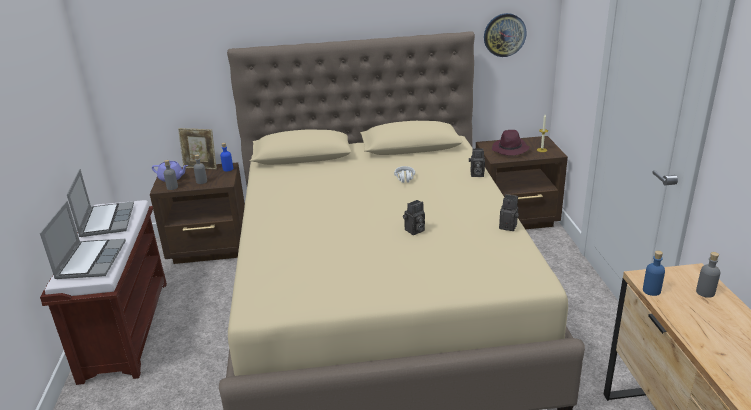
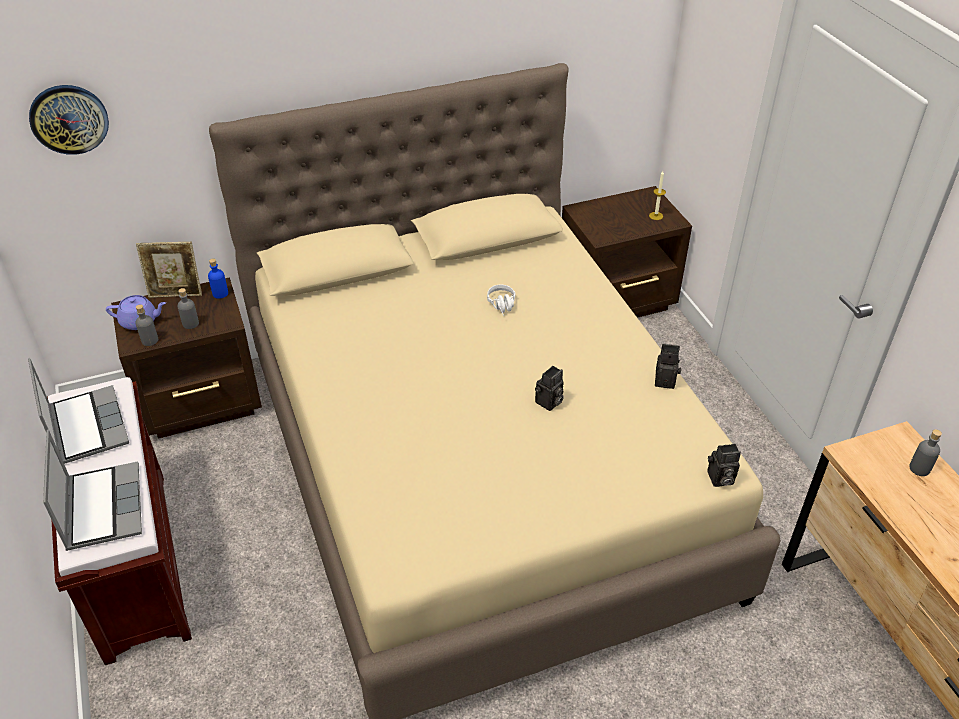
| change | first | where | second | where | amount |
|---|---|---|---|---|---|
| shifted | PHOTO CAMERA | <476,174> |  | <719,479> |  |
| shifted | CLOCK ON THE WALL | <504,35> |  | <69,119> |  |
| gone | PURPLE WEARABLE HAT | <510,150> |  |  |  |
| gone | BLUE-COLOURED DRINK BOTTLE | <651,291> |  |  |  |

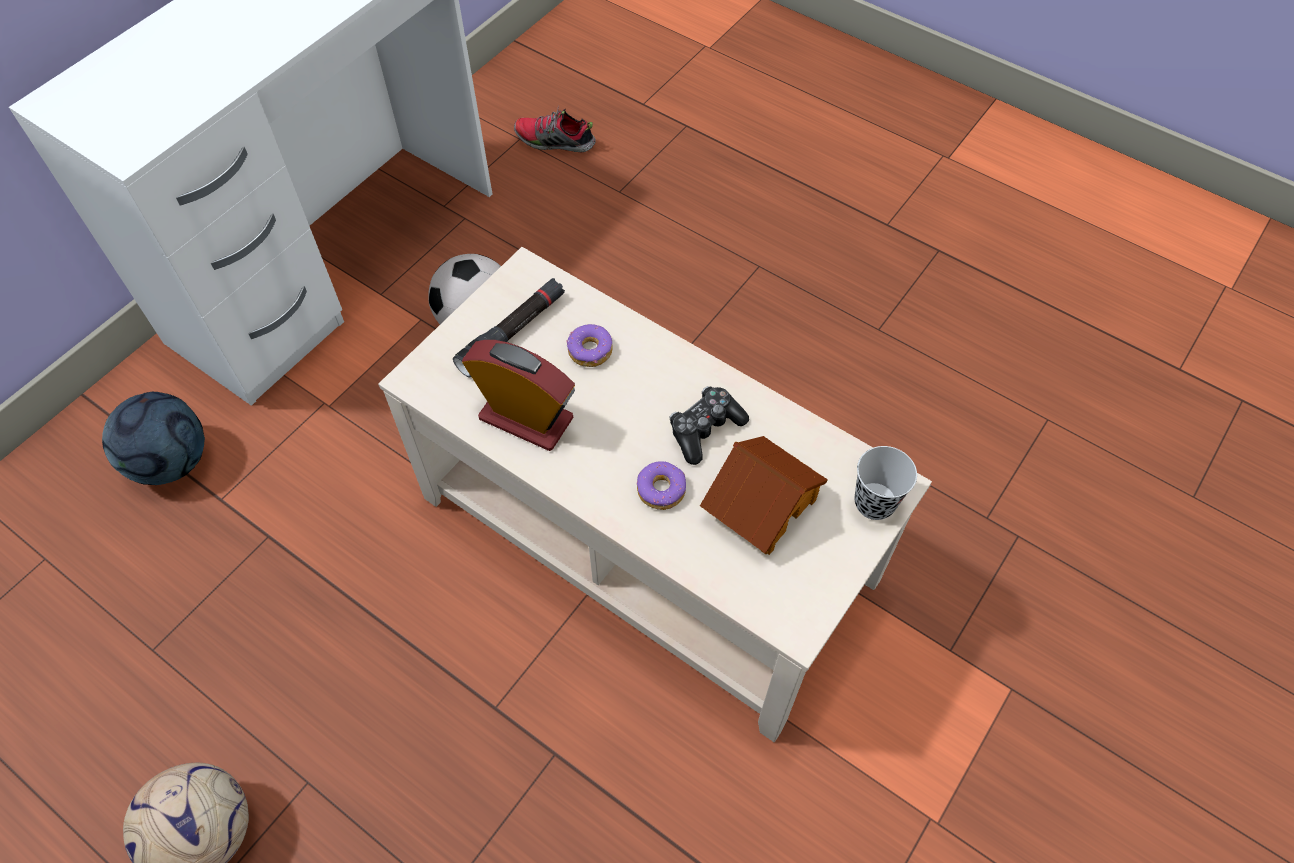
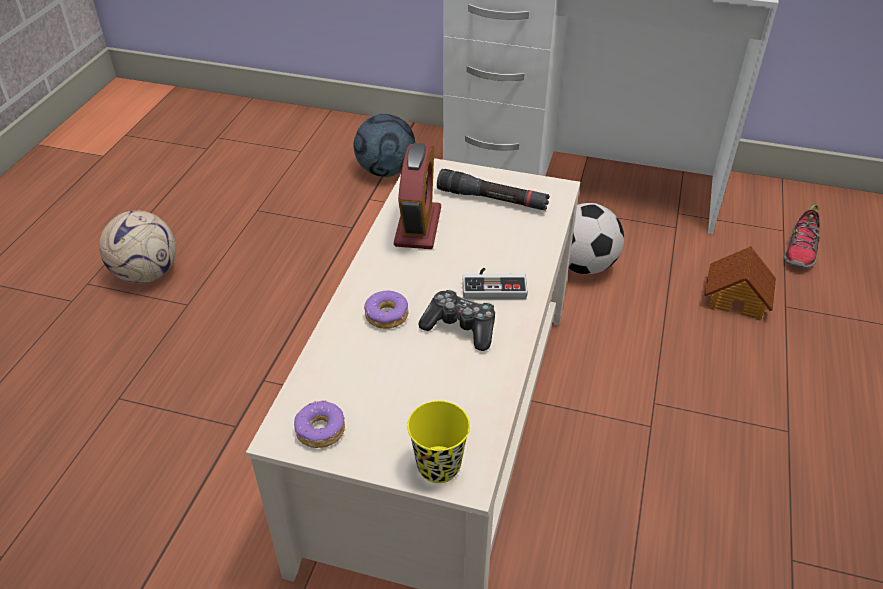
| change | first | where | second | where | amount |
|---|---|---|---|---|---|
| rotated | SHOE | <554,141> |  | <800,250> | 150 degrees counterclockwise |
| shifted | RING DOUGHNUT | <590,351> |  | <320,430> |  |
| shifted | MODEL HOUSE | <760,504> |  | <737,298> |  |
| repainted | BLACK-COLOURED DRINKING CUP | <874,502> | YELLOW DRINKING CUP | <438,466> |  |
| new |  |  | JOYPAD | <494,285> |  |

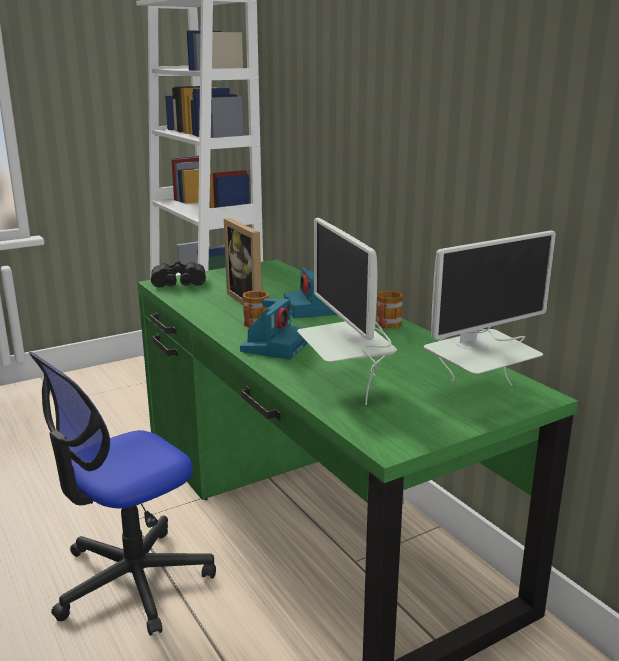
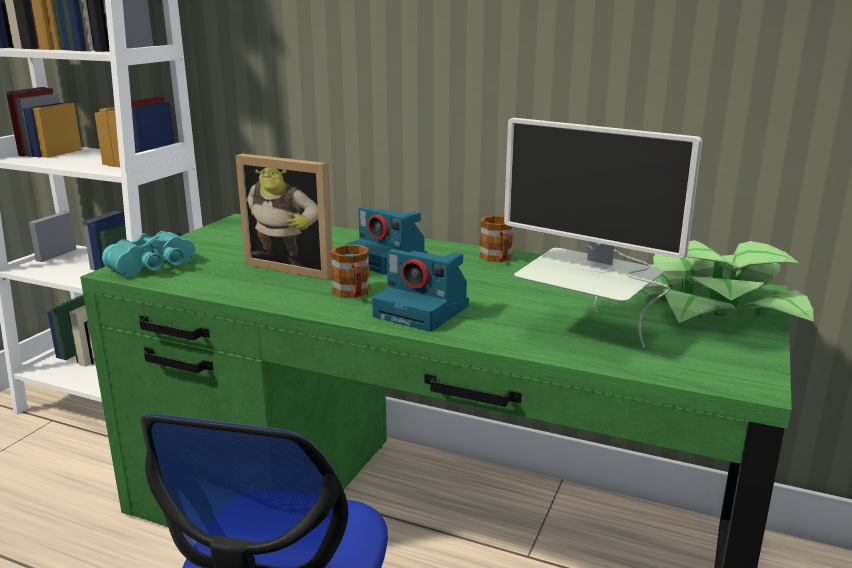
| change | first | where | second | where | amount |
|---|---|---|---|---|---|
| repainted | BLACK-COLOURED FIELD GLASSES | <178,284> | TURQUOISE-COLOURED FIELD GLASSES | <155,267> |  |
| rotated | PHOTO CAMERA | <275,346> |  | <424,311> | 135 degrees clockwise |
| swapped | COMPUTER DISPLAY | <477,396> | HOUSEPLANT | <713,306> |  |

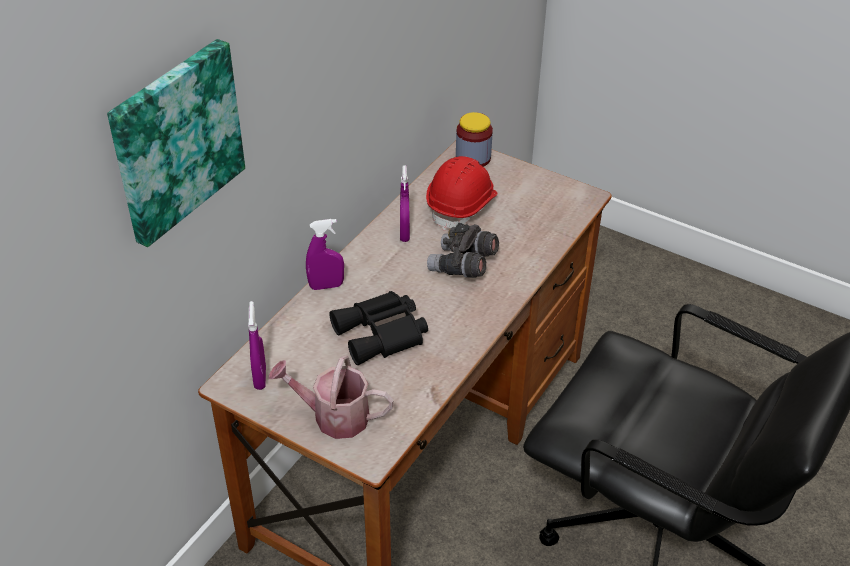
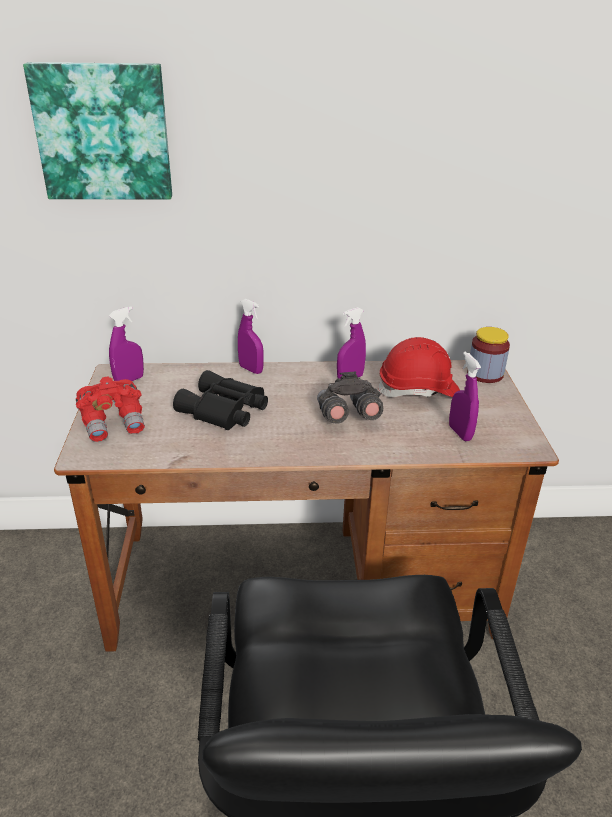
| change | first | where | second | where | amount |
|---|---|---|---|---|---|
| swapped | WATERING CAN | <333,416> | RED-COLOURED FIELD GLASSES | <114,423> |  |
| new |  |  | PURPLE HAND SPRAYER | <460,433> |  |

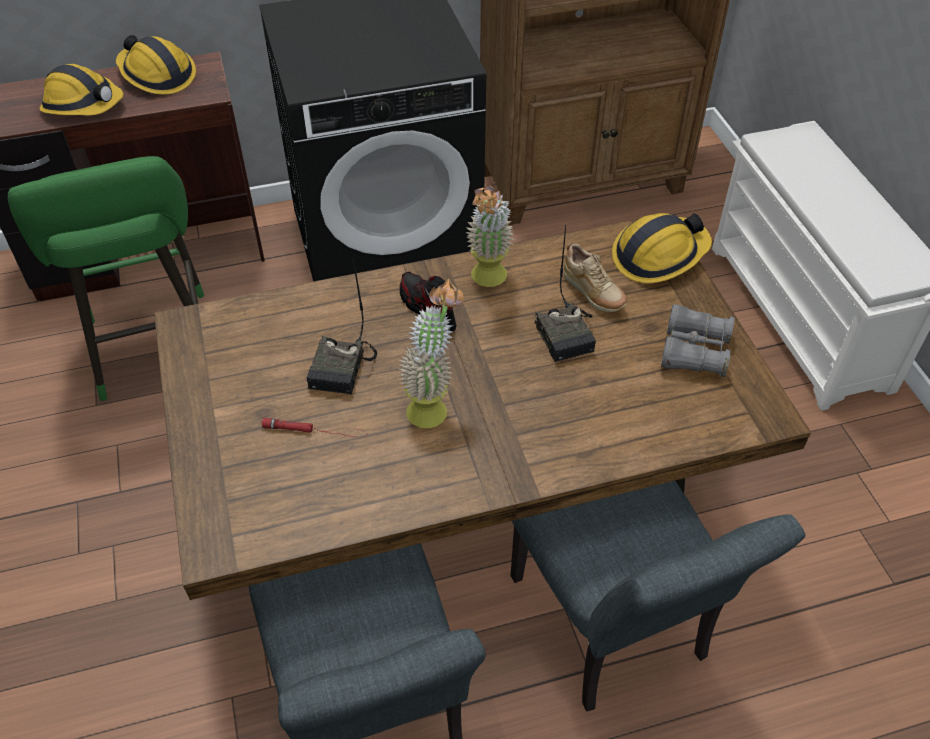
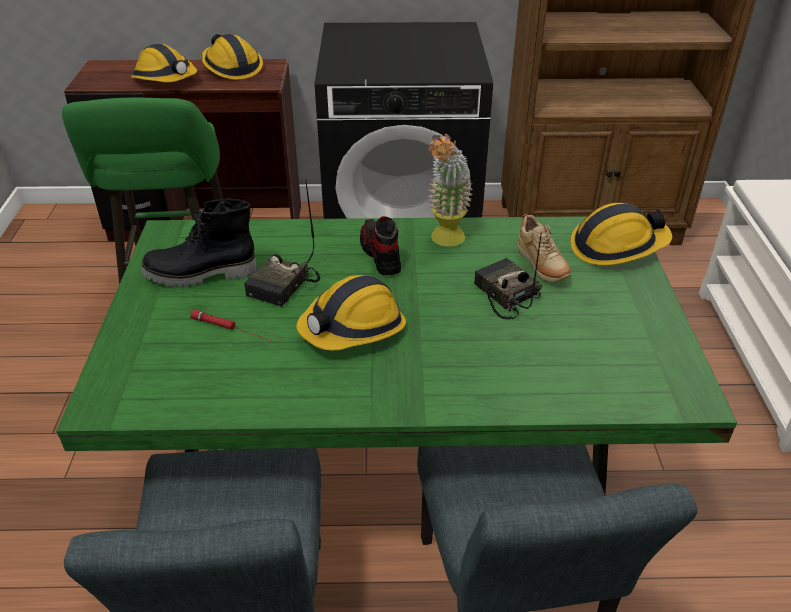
| change | first | where | second | where | amount |
|---|---|---|---|---|---|
| repainted | BROWN-COLOURED KITCHEN TABLE | <462,517> | GREEN KITCHEN TABLE | <392,475> |  |
| swapped | HOUSEPLANT | <433,405> | SAFETY HELMET | <353,328> |  |
| rotated | RADIO SET | <567,335> |  | <504,295> | 150 degrees clockwise |
| gone | GREYISH FIELD GLASSES | <694,351> |  |  |  |
| new |  |  | BLACK-COLOURED TALL BOOT | <200,275> |  |

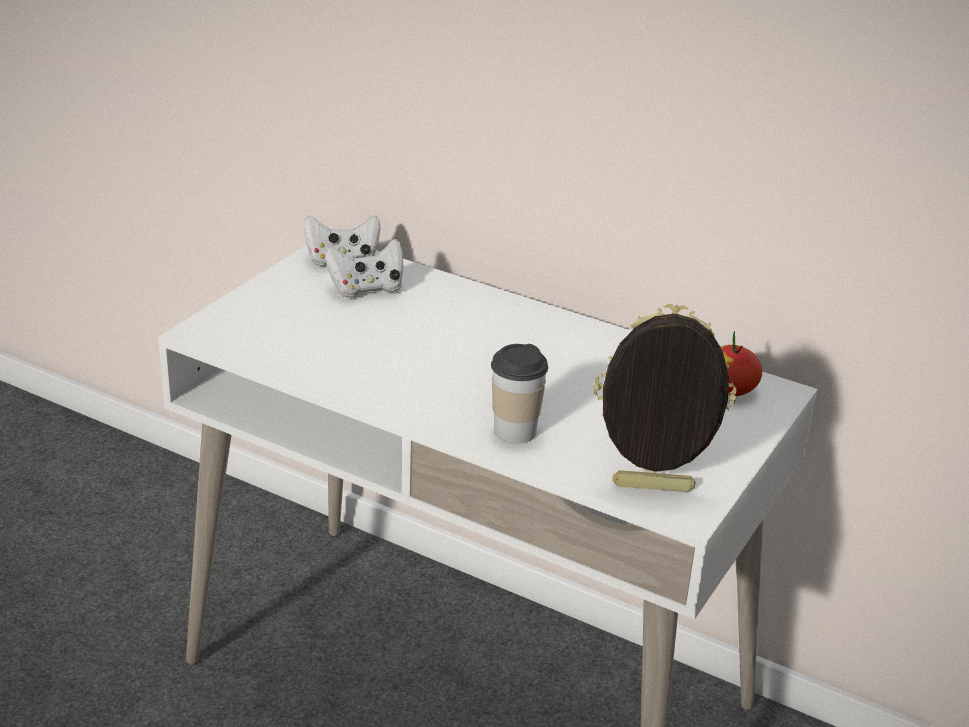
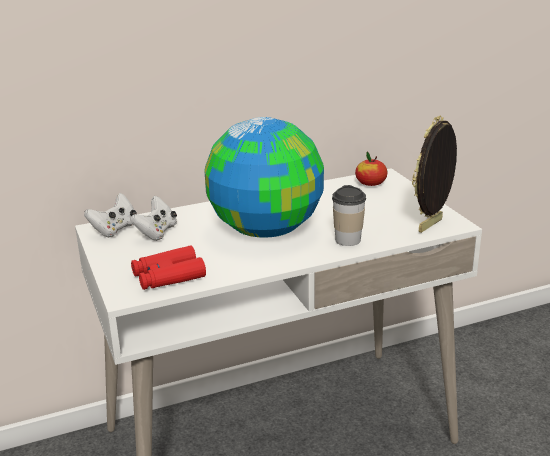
| change | first | where | second | where | amount |
|---|---|---|---|---|---|
| new |  |  | RED-COLOURED FIELD GLASSES | <168,276> |  |
| new |  |  | GLOBE | <266,229> |  |

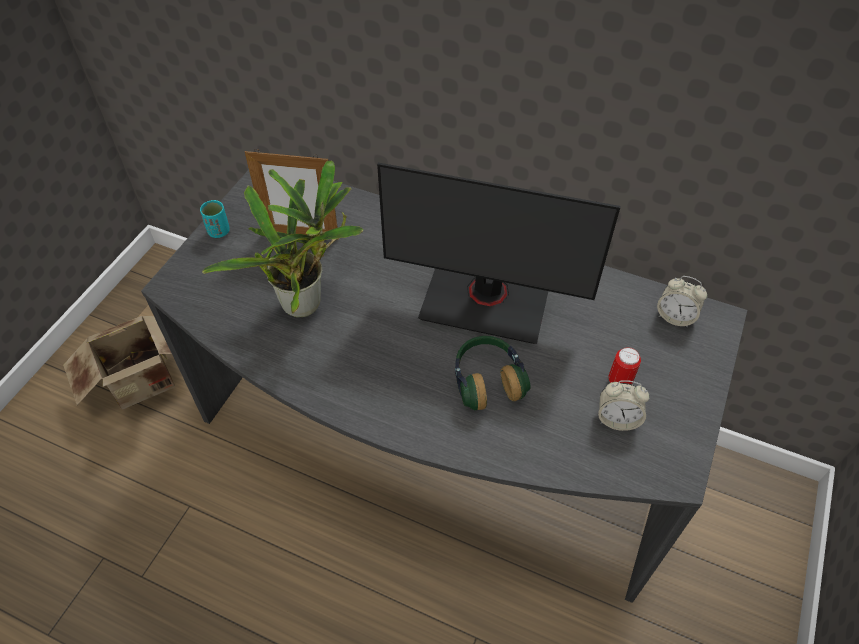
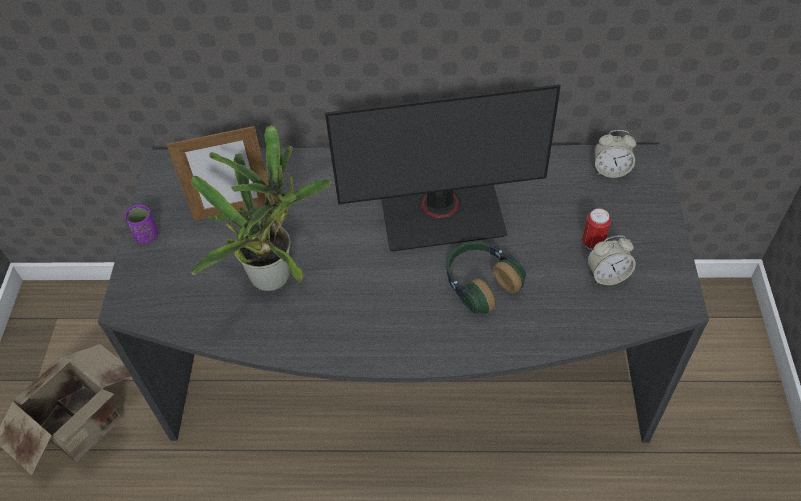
| change | first | where | second | where | amount |
|---|---|---|---|---|---|
| repainted | TURQUOISE-COLOURED DRINKING CUP | <219,231> | PURPLE DRINKING CUP | <147,236> |  |

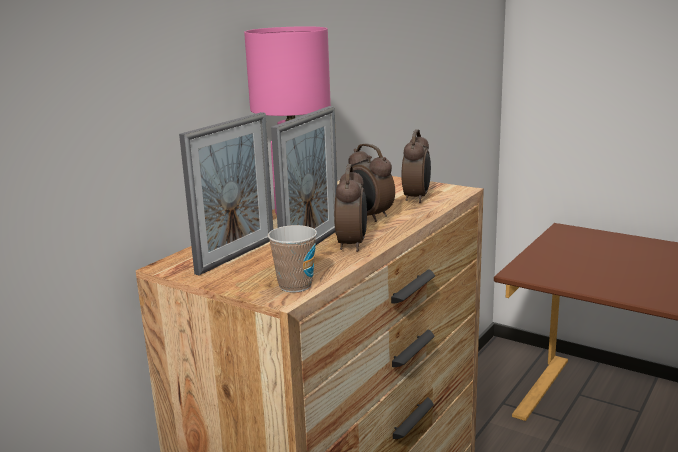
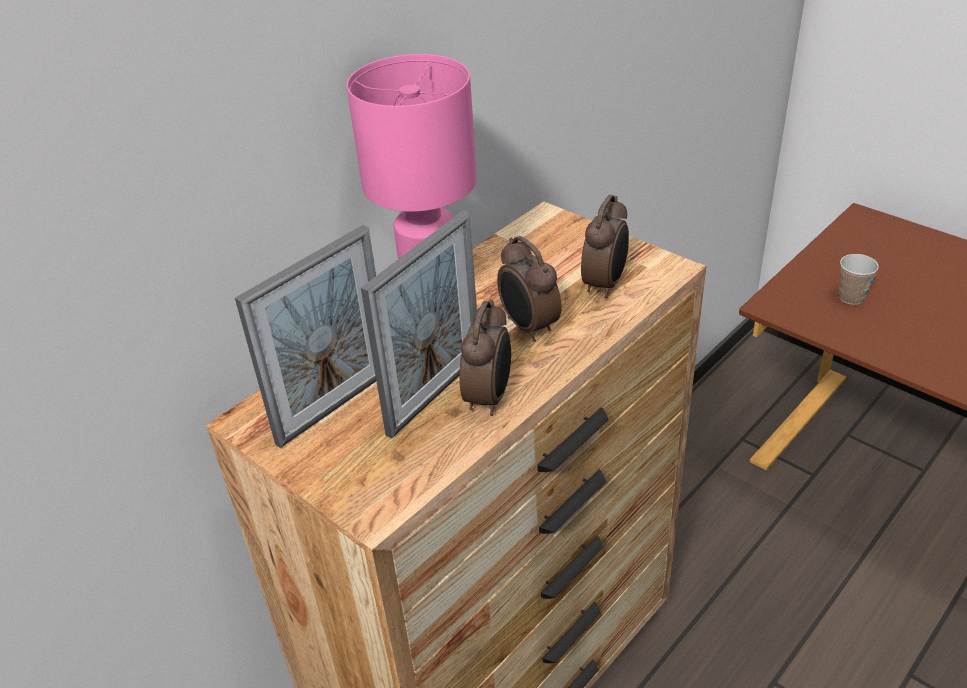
| change | first | where | second | where | amount |
|---|---|---|---|---|---|
| shifted | DRINKING CUP | <295,286> |  | <851,297> |  |

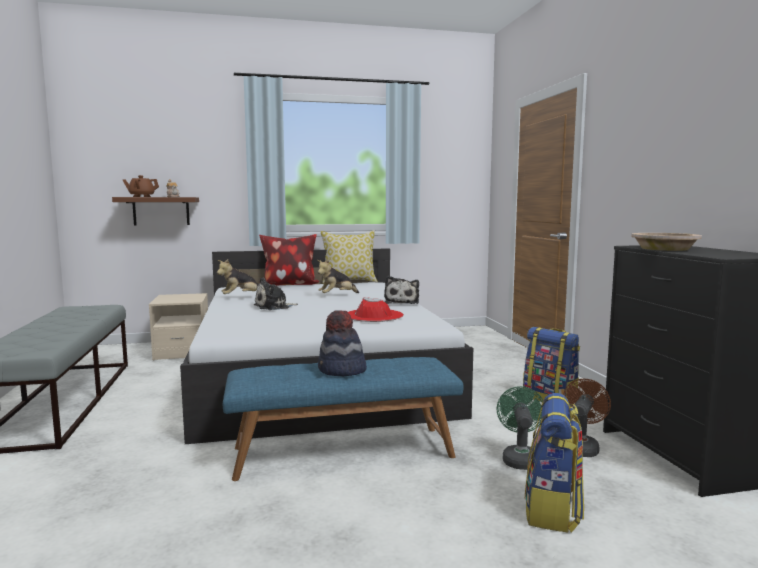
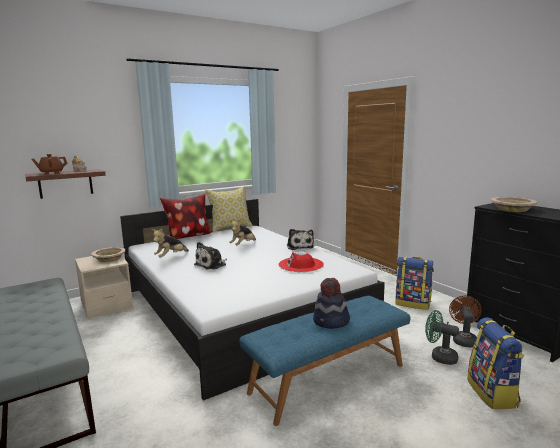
| change | first | where | second | where | amount |
|---|---|---|---|---|---|
| rotated | GREEN FAN | <520,458> |  | <439,357> | 45 degrees counterclockwise |
| new |  |  | SAND-COLOURED SERVING BOWL | <109,258> |  |

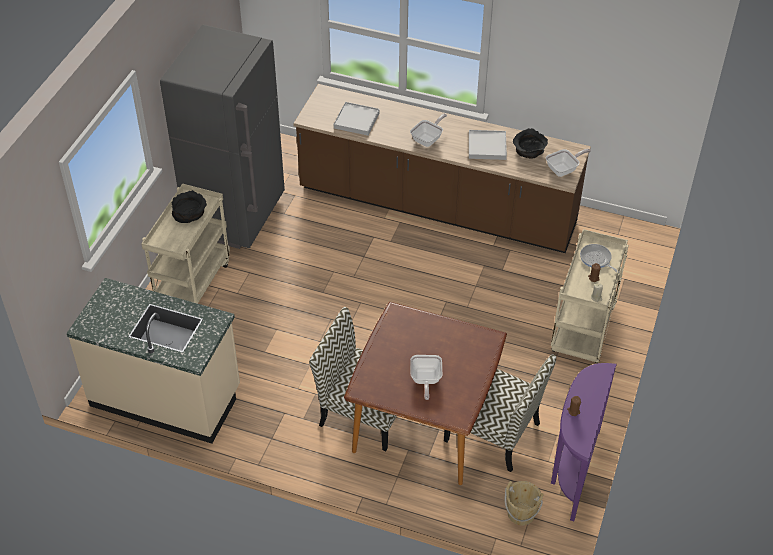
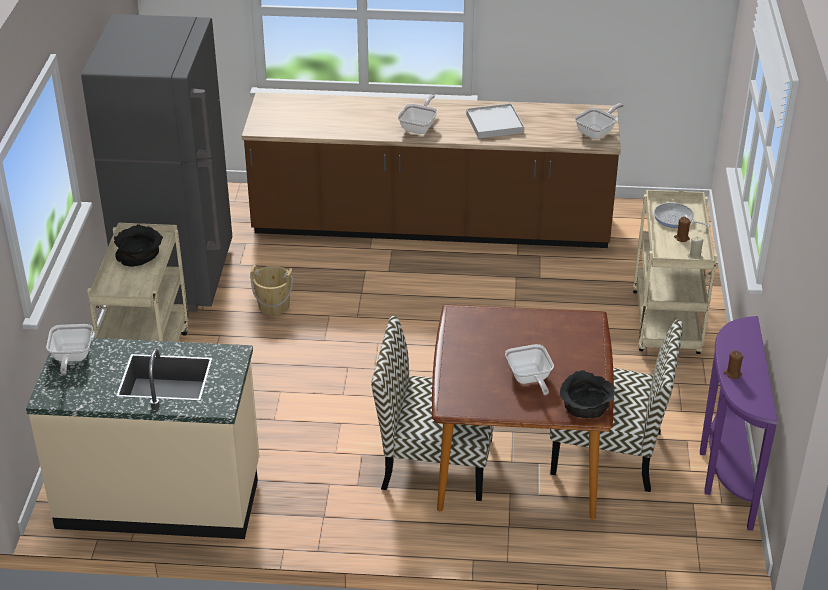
| change | first | where | second | where | amount |
|---|---|---|---|---|---|
| gone | WHITE-COLOURED CARRYING TRAY | <356,120> |  |  |  |
| shifted | SAND-COLOURED PAIL | <521,513> |  | <274,306> |  |
| shifted | BLACK-COLOURED SERVING BOWL | <529,151> |  | <585,407> |  |
| new |  |  | FRYING PAN | <71,358> |  |

